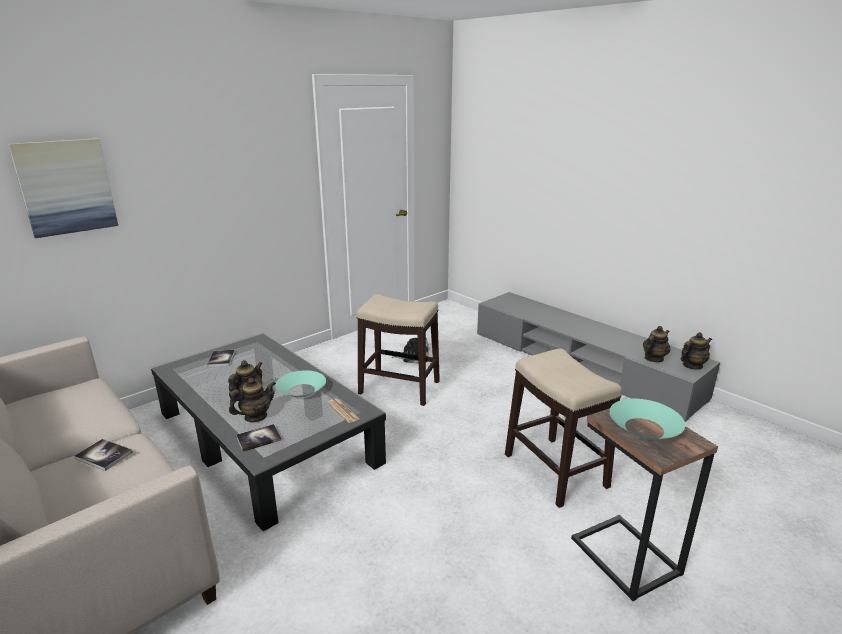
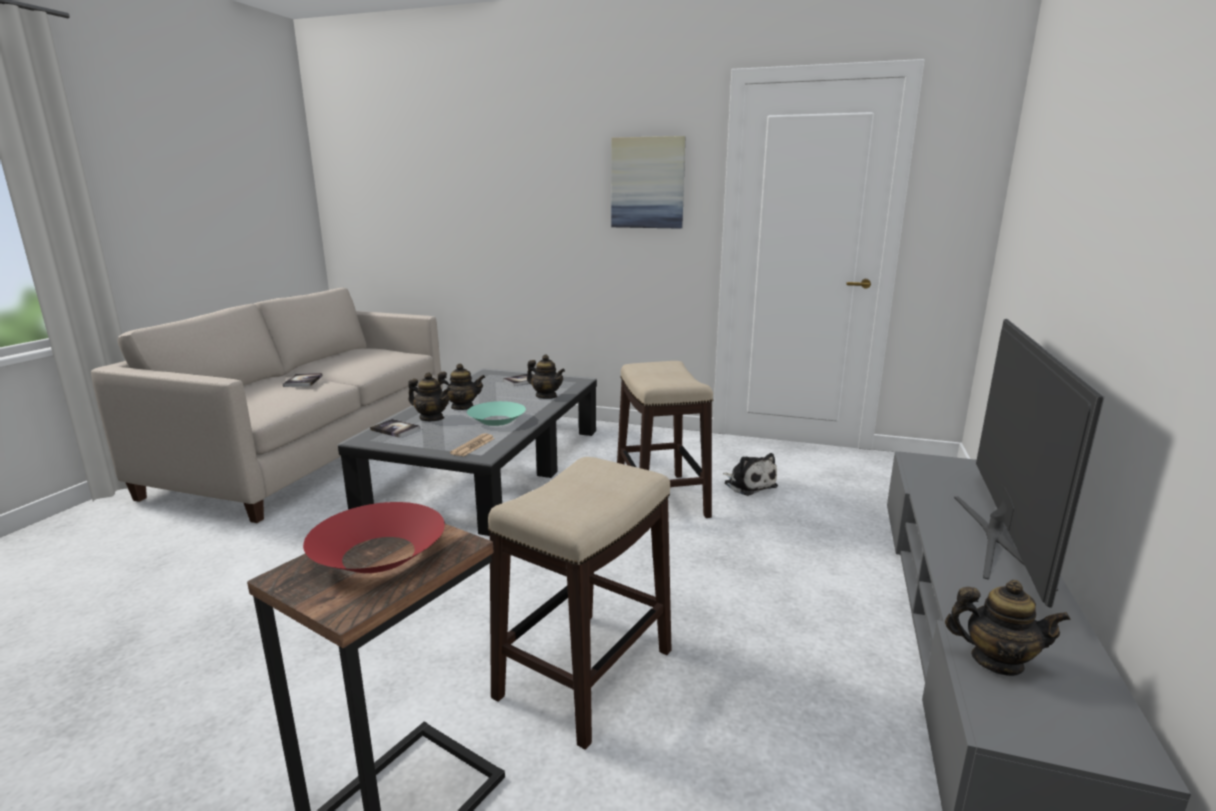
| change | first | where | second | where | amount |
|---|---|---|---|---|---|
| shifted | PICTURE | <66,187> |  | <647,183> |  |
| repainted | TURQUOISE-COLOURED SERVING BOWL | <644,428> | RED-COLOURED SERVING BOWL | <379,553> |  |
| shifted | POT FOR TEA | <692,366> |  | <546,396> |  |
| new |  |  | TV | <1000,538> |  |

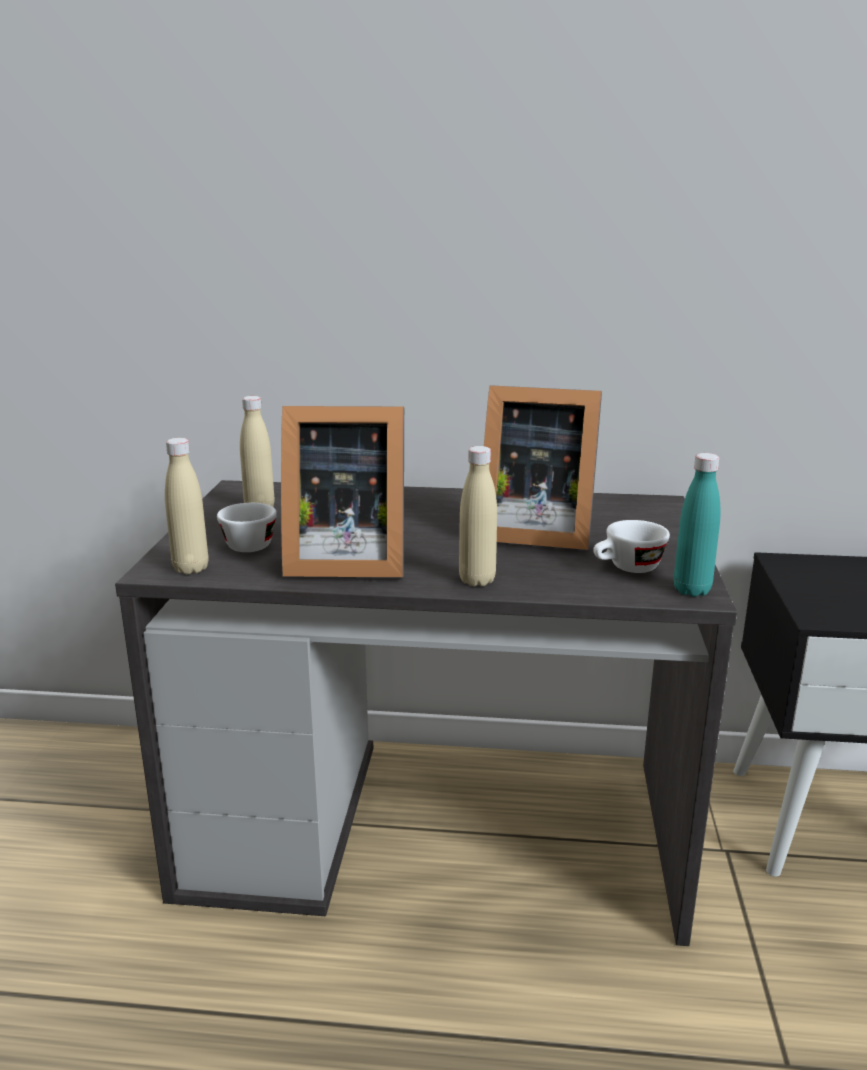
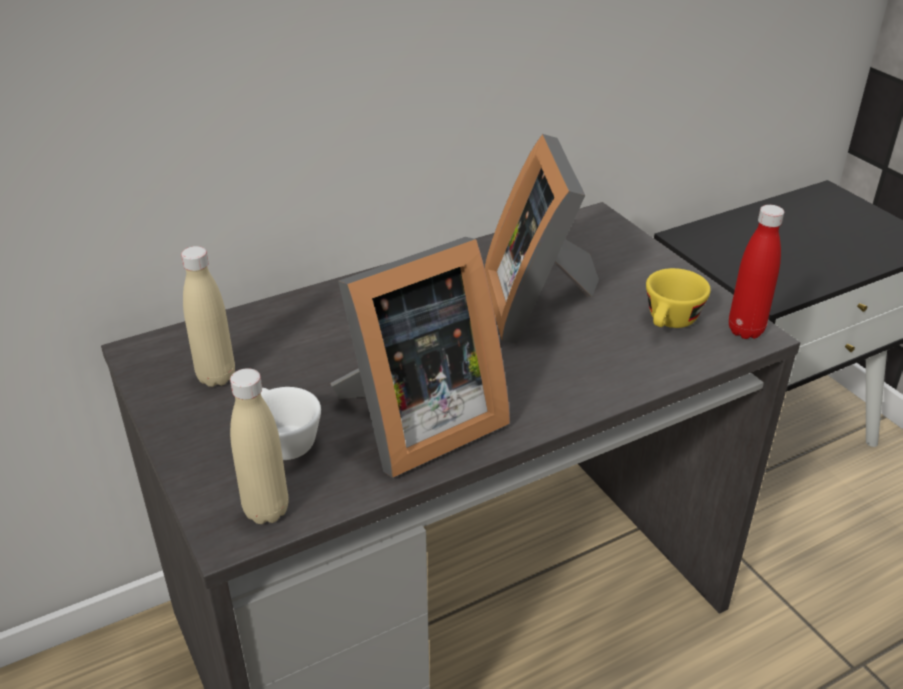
| change | first | where | second | where | amount |
|---|---|---|---|---|---|
| gone | SAND-COLOURED DRINK BOTTLE | <477,580> |  |  |  |
| rotated | PICTURE FRAME | <533,532> |  | <539,304> | 105 degrees clockwise |
| repainted | WHITE-COLOURED DRINKING CUP | <627,568> | YELLOW DRINKING CUP | <670,323> |  |
| repainted | TURQUOISE-COLOURED DRINK BOTTLE | <691,590> | RED-COLOURED DRINK BOTTLE | <745,330> |  |

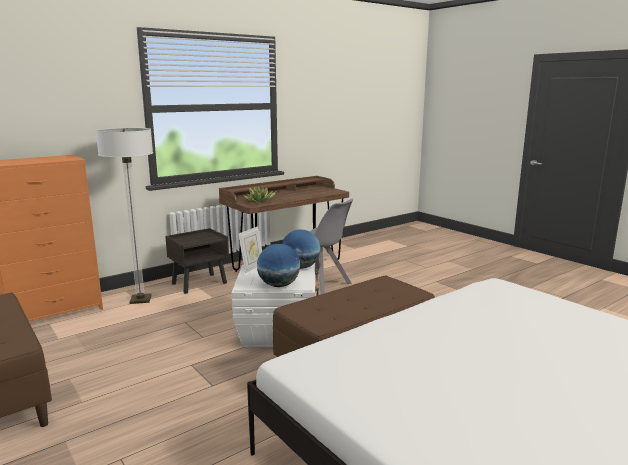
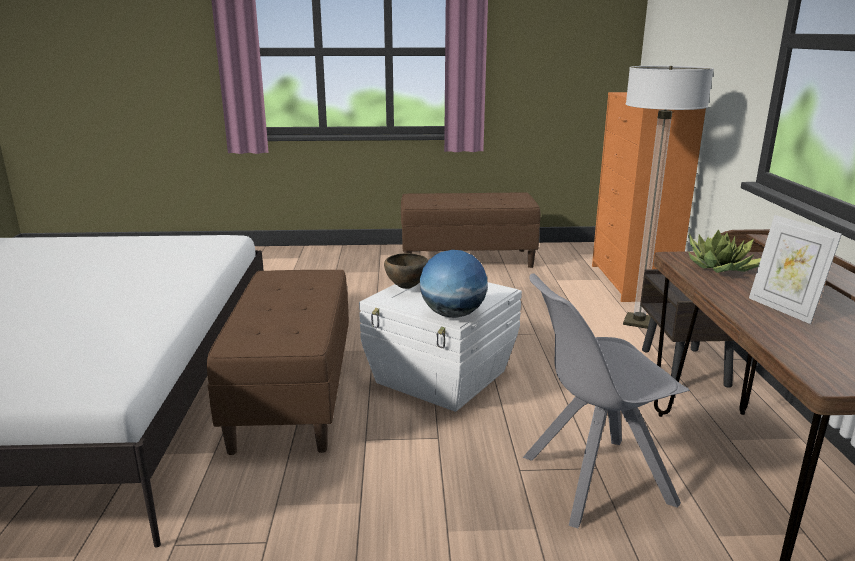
| change | first | where | second | where | amount |
|---|---|---|---|---|---|
| shifted | PICTURE FRAME | <252,267> |  | <783,309> |  |
| swapped | GLOBE | <279,285> | BROWN-COLOURED SERVING BOWL | <406,288> |  |

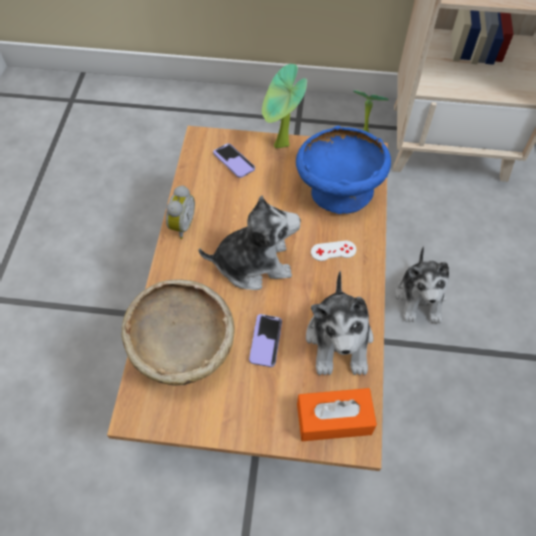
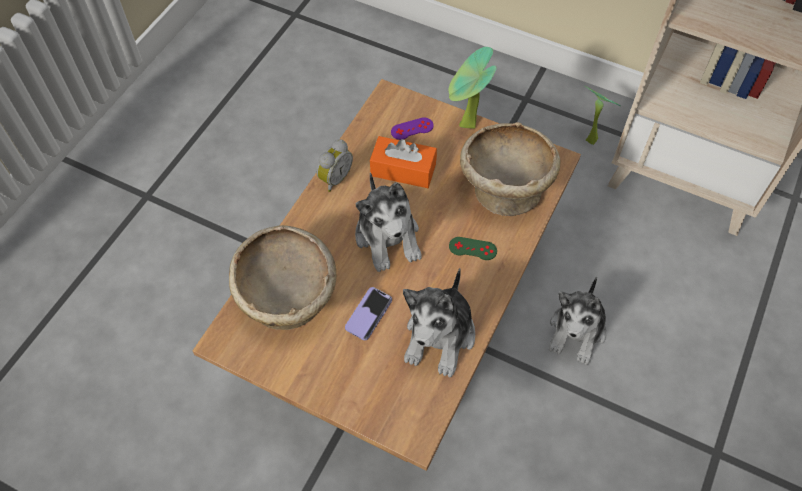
| change | first | where | second | where | amount |
|---|---|---|---|---|---|
| rotated | SOFT TOY | <253,263> |  | <388,236> | 60 degrees clockwise |
| swapped | TELEPHONE | <234,161> | PURPLE JOYPAD | <412,129> |  |
| repainted | BLUE-COLOURED SERVING BOWL | <337,192> | SAND-COLOURED SERVING BOWL | <503,190> |  |
| shifted | ORANGE-COLOURED TISSUE HOLDER | <334,419> |  | <403,170> |  |
| repainted | WHITE-COLOURED JOYPAD | <333,251> | GREEN JOYPAD | <472,248> |  |

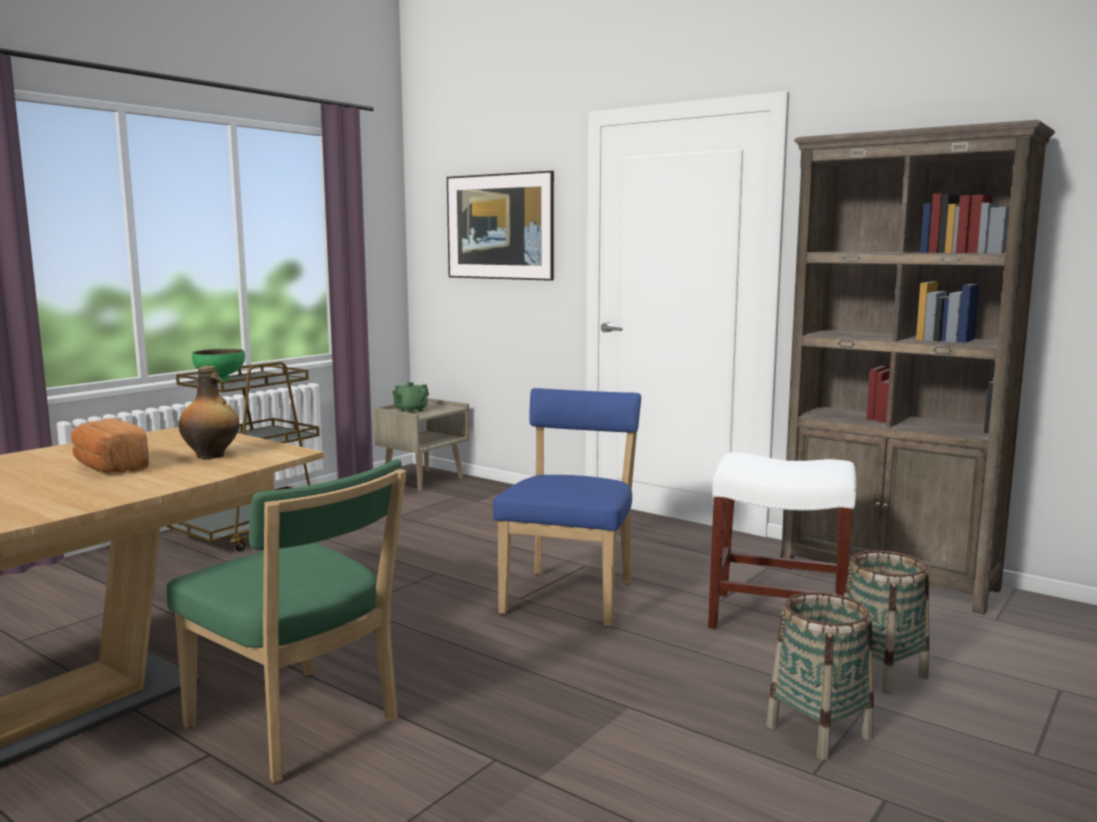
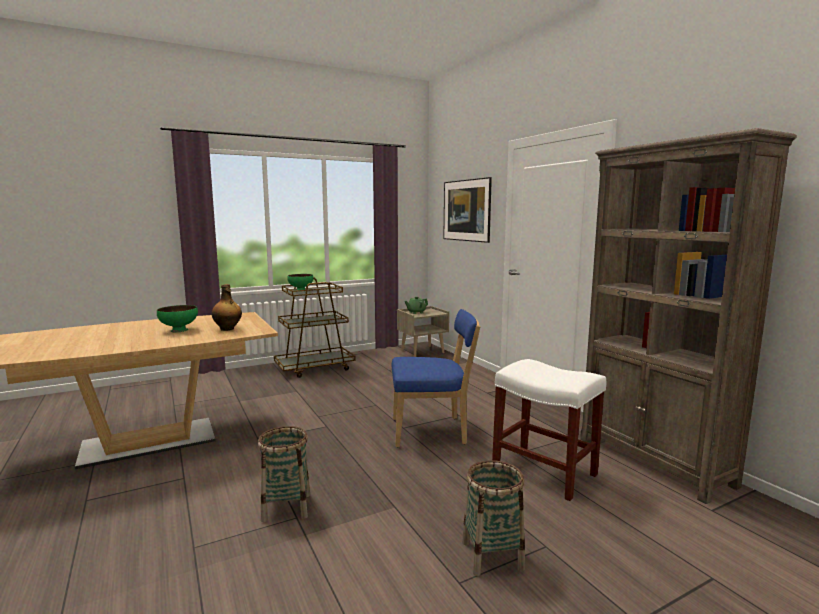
| change | first | where | second | where | amount |
|---|---|---|---|---|---|
| swapped | BAKED BREAD | <109,467> | GREEN SERVING BOWL | <179,330> |  |
| gone | GREEN UPRIGHT CHAIR | <298,727> |  |  |  |
| rotated | BLUE-COLOURED UPRIGHT CHAIR | <571,595> |  | <432,431> | 45 degrees clockwise |
| shifted | STORAGE BASKET | <880,672> |  | <286,507> |  |

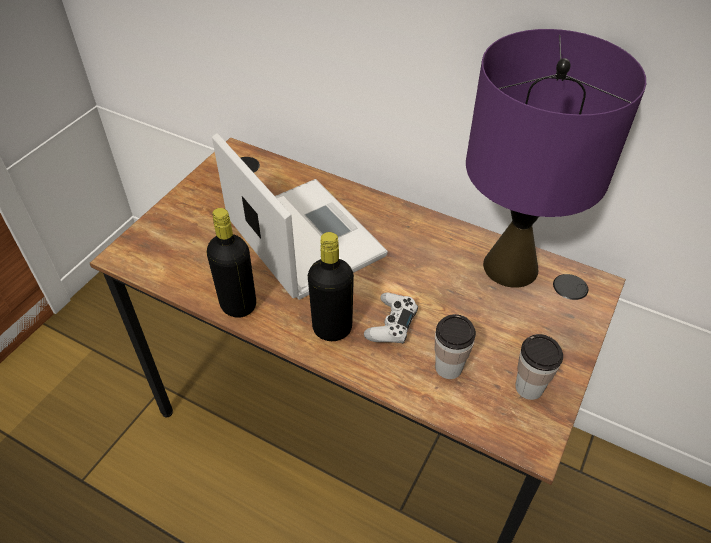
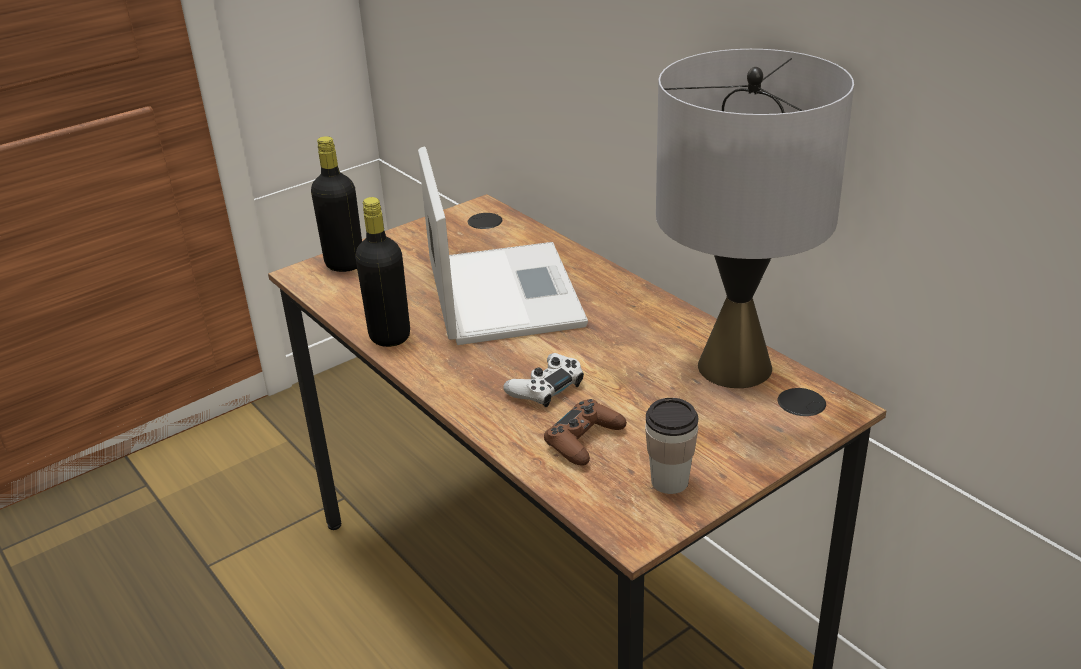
| change | first | where | second | where | amount |
|---|---|---|---|---|---|
| shifted | BLACK-COLOURED DRINK BOTTLE | <332,329> |  | <345,264> |  |
| swapped | DRINKING CUP | <448,367> | BROWN-COLOURED JOYPAD | <584,440> |  |
| repainted | PURPLE TABLE LAMP | <510,267> | GREYISH TABLE LAMP | <733,367> |  |

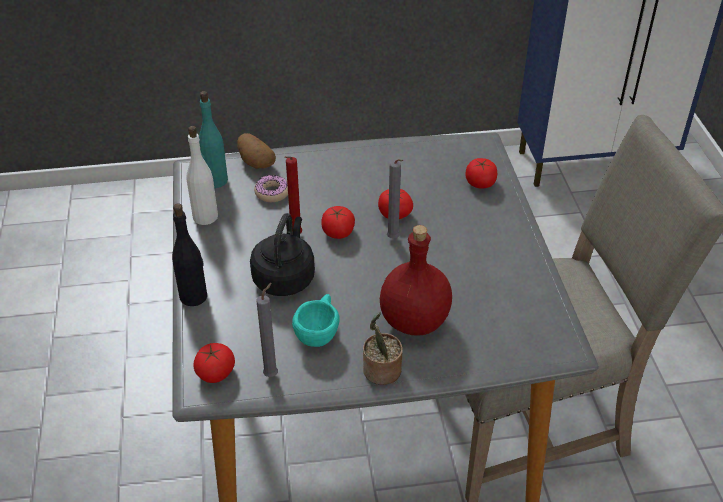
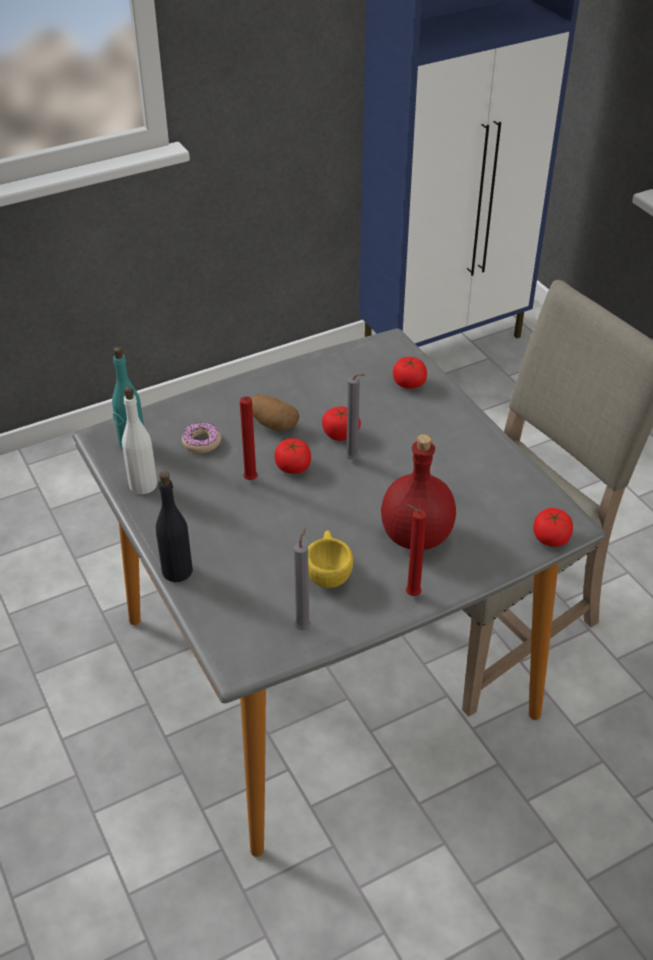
| change | first | where | second | where | amount |
|---|---|---|---|---|---|
| shifted | TOMATO | <215,372> |  | <551,538> |  |
| shifted | POTATO | <255,162> |  | <272,424> |  |
| gone | BLACK-COLOURED TEA KETTLE | <285,277> |  |  |  |
| repainted | TURQUOISE-COLOURED DRINKING CUP | <319,332> | YELLOW DRINKING CUP | <328,572> |  |
| swapped | HOUSEPLANT | <381,372> | RED-COLOURED WAX LIGHT | <410,594> |  |

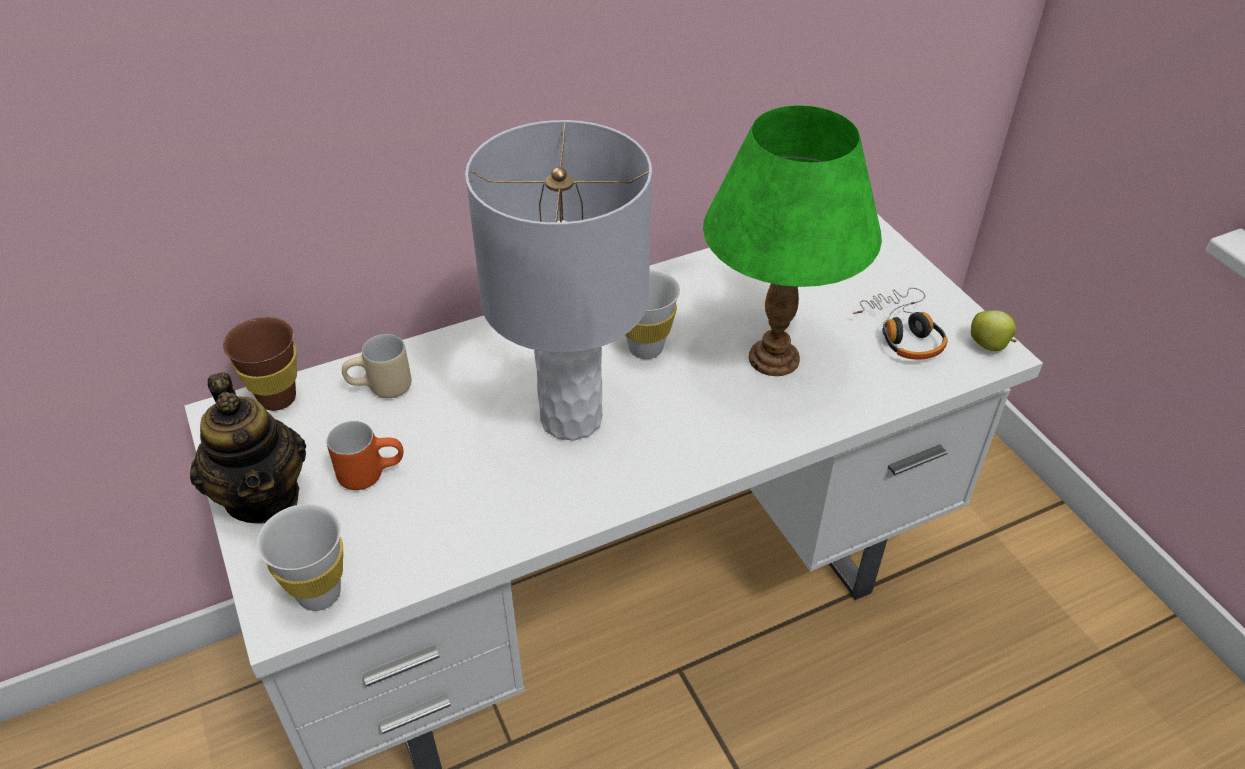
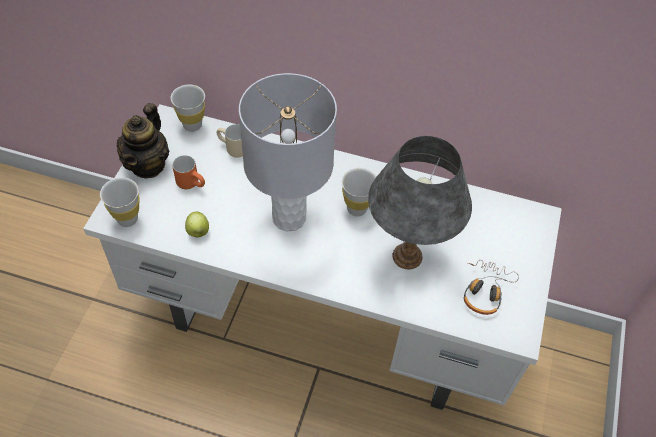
| change | first | where | second | where | amount |
|---|---|---|---|---|---|
| repainted | BROWN-COLOURED DRINKING CUP | <277,398> | WHITE-COLOURED DRINKING CUP | <192,125> |  |
| repainted | GREEN TABLE LAMP | <773,359> | GREYISH TABLE LAMP | <406,257> |  |
| shifted | WHOLE APPLE | <989,346> |  | <198,232> |  |

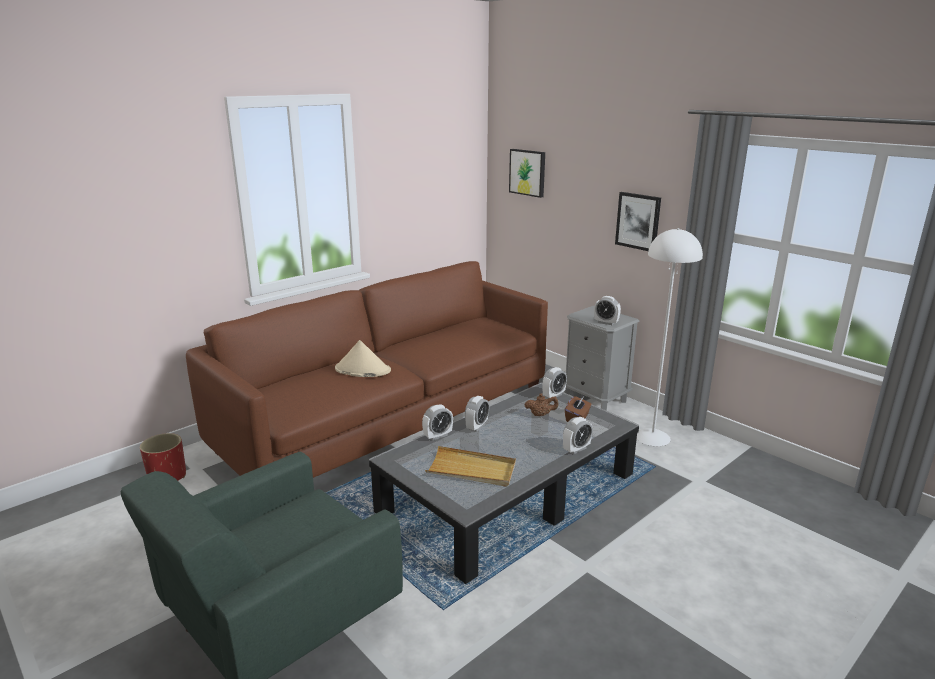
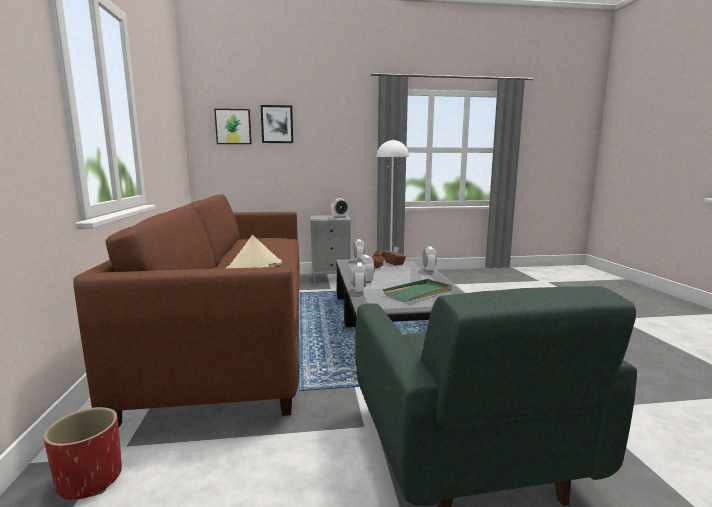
| change | first | where | second | where | amount |
|---|---|---|---|---|---|
| repainted | SAND-COLOURED CARRYING TRAY | <471,470> | GREEN CARRYING TRAY | <419,293> |  |
| shifted | PICTURE | <638,221> |  | <277,124> |  |

